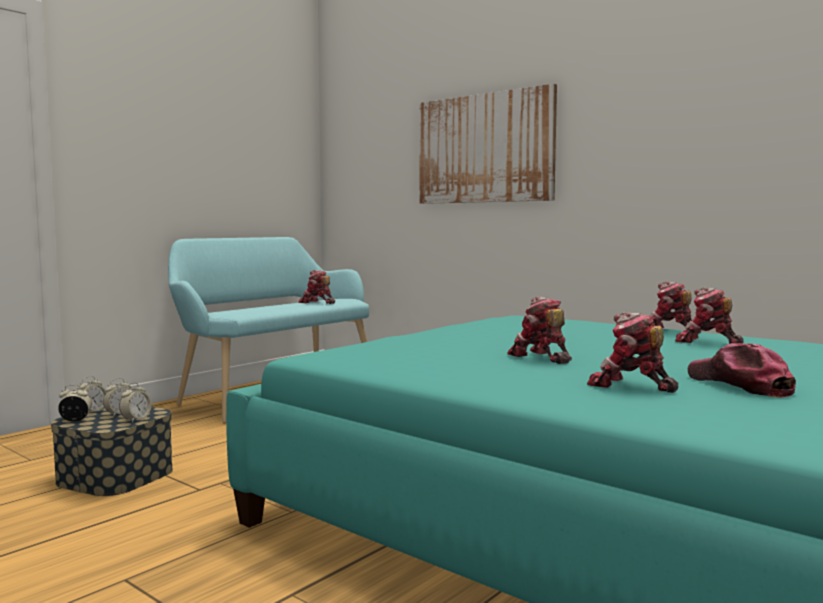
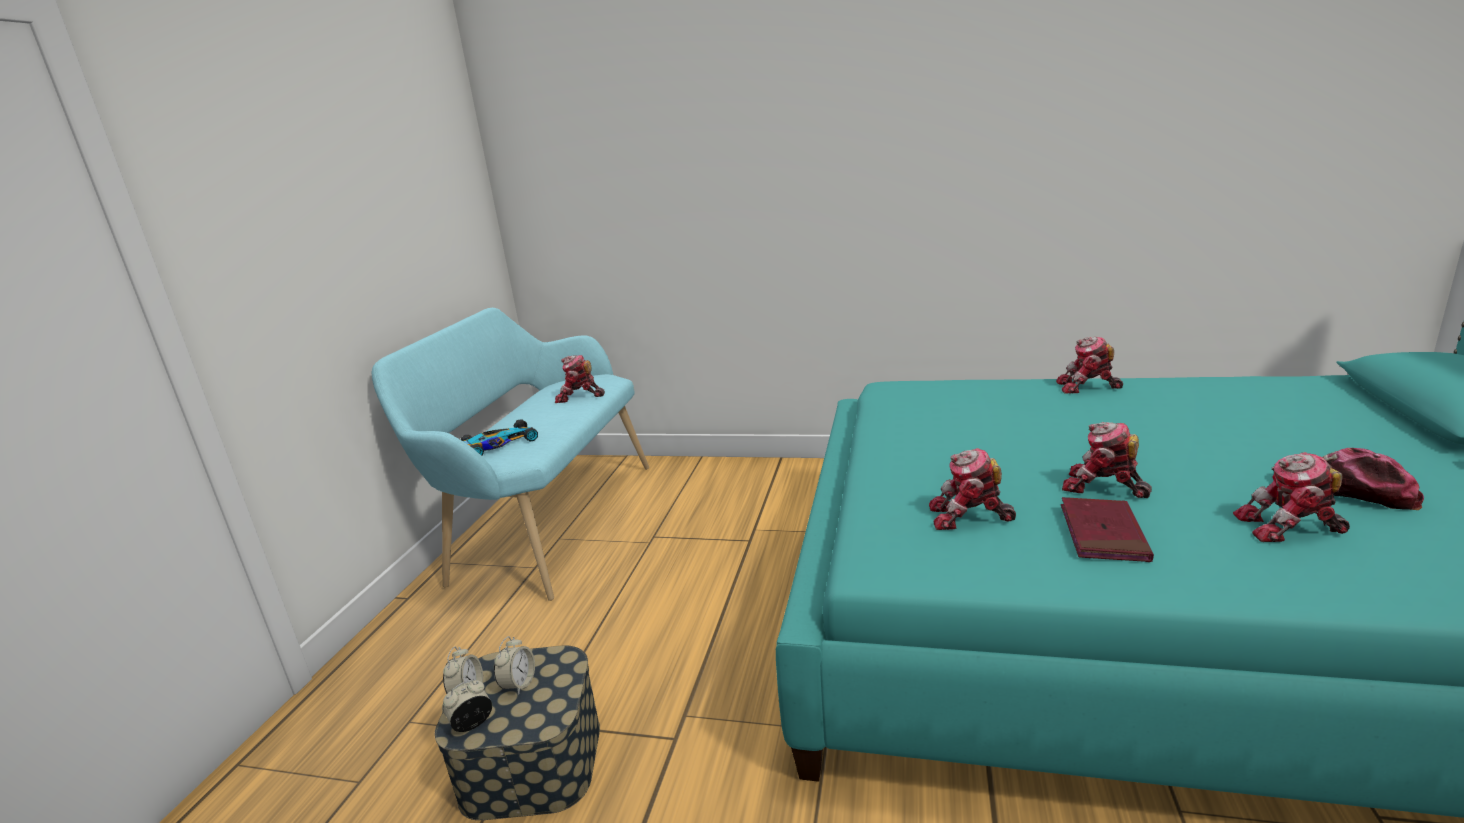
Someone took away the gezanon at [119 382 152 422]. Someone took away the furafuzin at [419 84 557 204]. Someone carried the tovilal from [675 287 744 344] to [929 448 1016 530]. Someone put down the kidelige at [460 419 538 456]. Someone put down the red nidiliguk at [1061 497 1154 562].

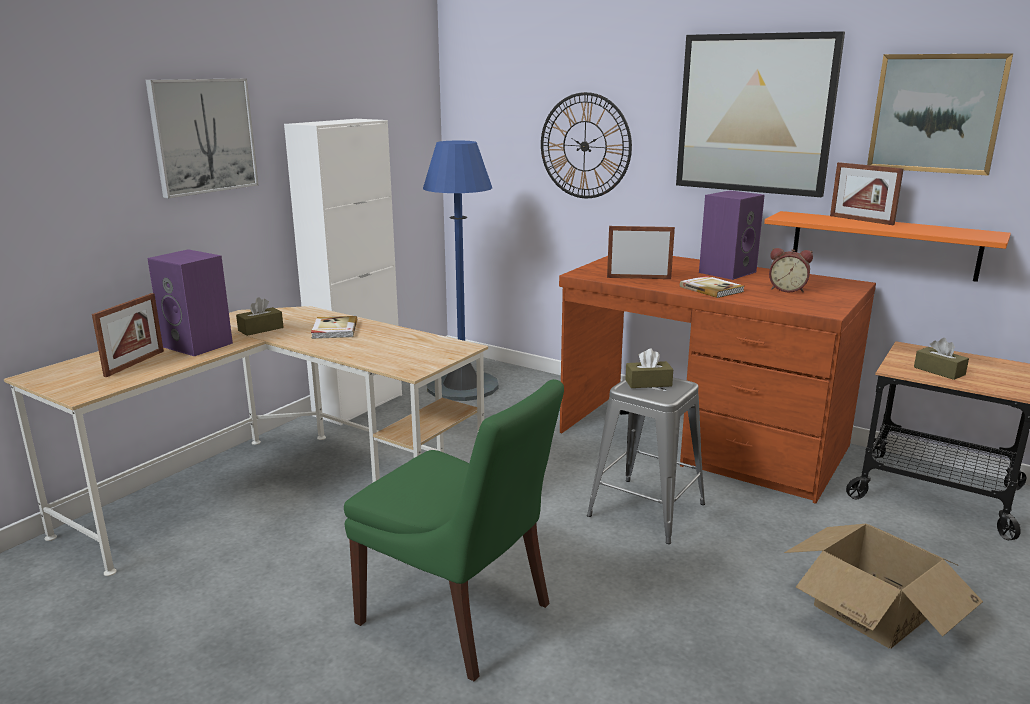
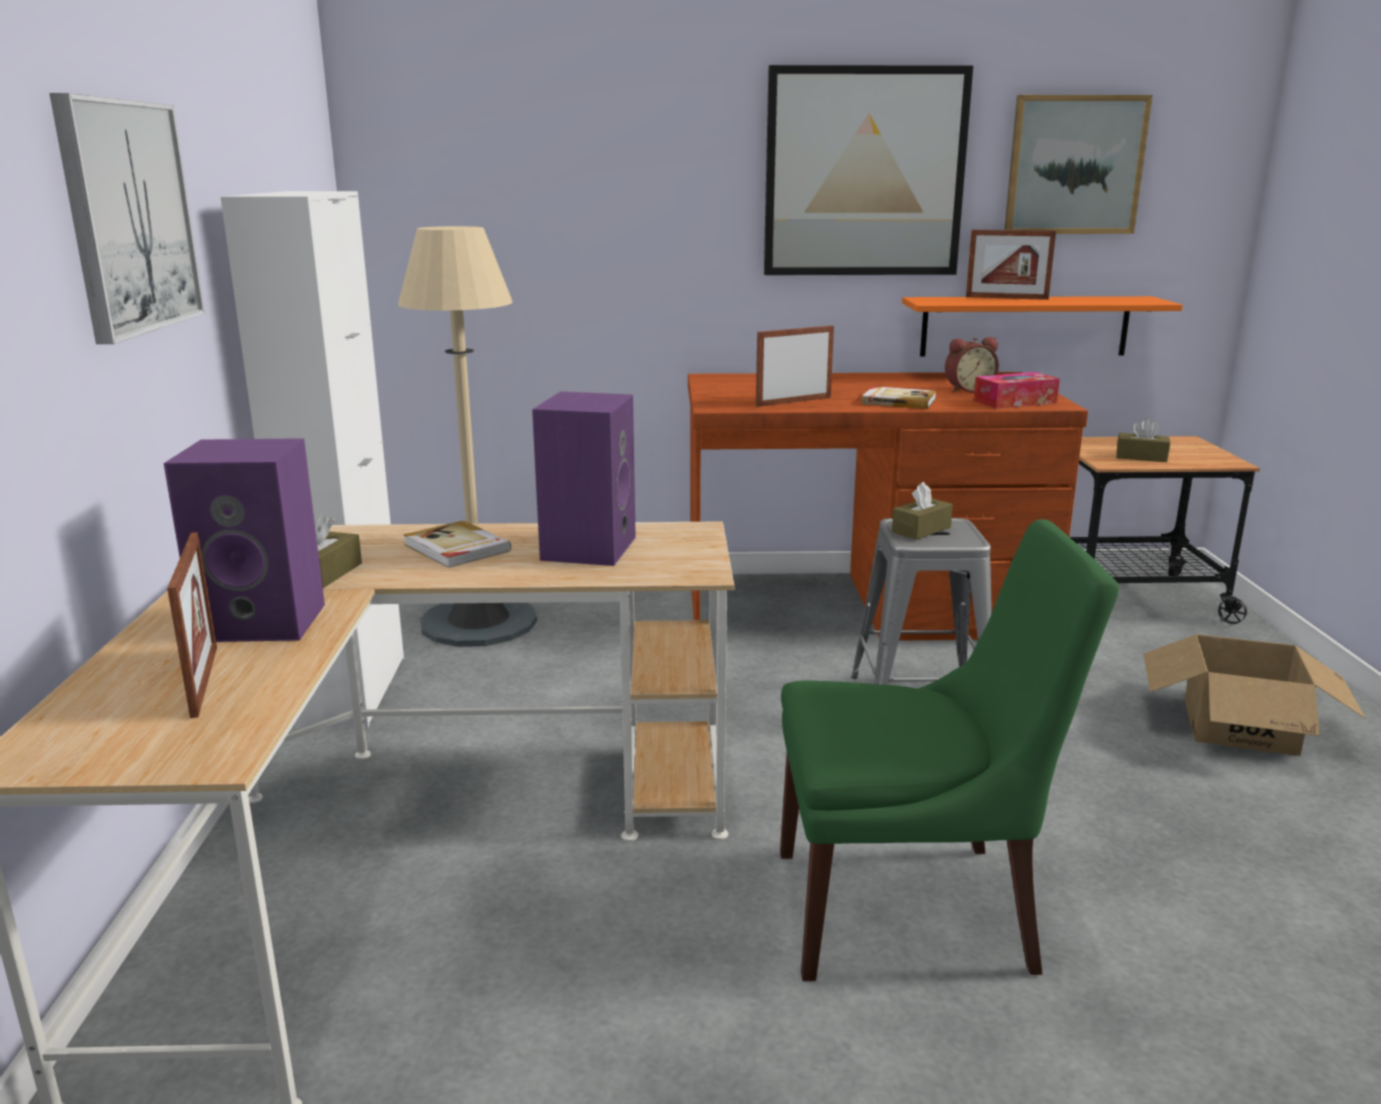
Someone repainted the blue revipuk at [423 141 499 401], which became the beige revipuk at [398 226 537 647]. Someone took away the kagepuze at [541 92 632 198]. Someone carried the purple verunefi from [699 190 765 280] to [532 392 636 566]. Someone put down the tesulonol at [974 372 1060 409].

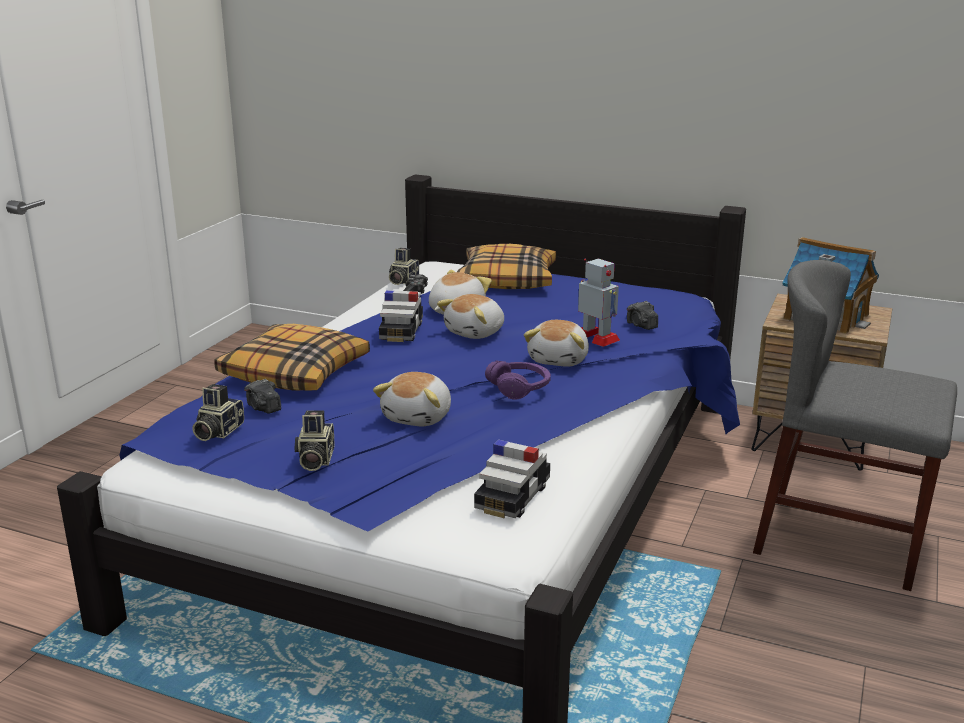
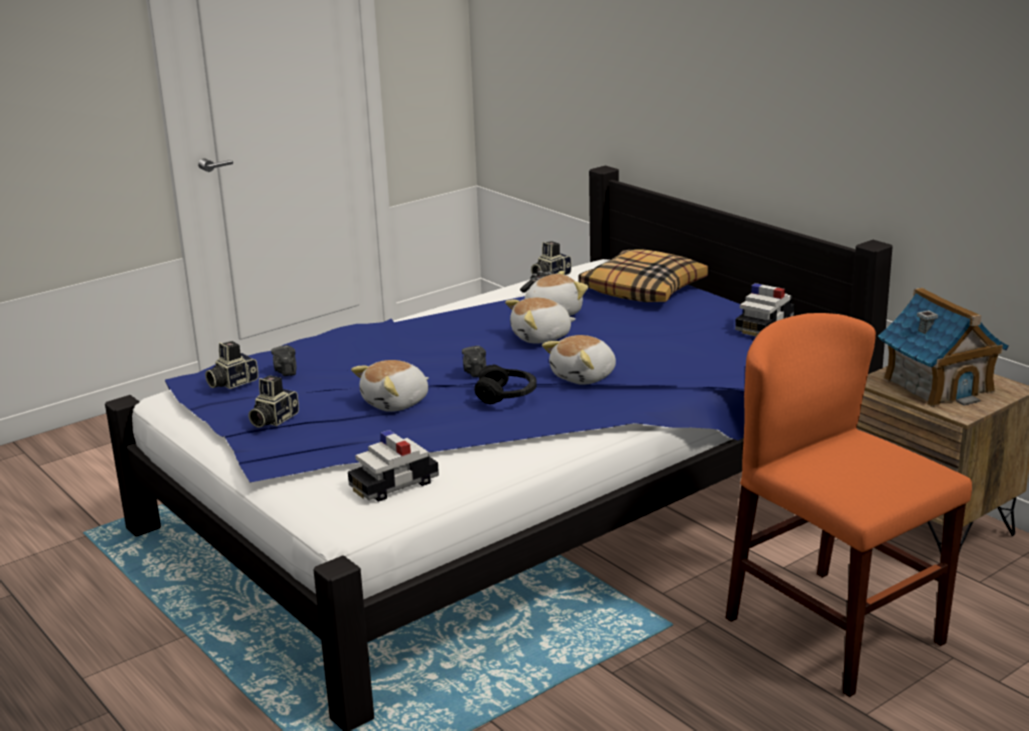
Someone took away the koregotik at [214 324 370 391]. Someone carried the kidelige from [379 290 423 342] to [735 283 794 336]. Someone repainted the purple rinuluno at [485 360 551 400], which became the black rinuluno at [474 364 537 404]. Someone took away the tovilal at [578 258 620 347]. Someone carried the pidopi from [627 301 658 330] to [462 346 486 377]. Someone repainted the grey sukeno at [753 260 957 591], which became the orange sukeno at [726 313 972 697].

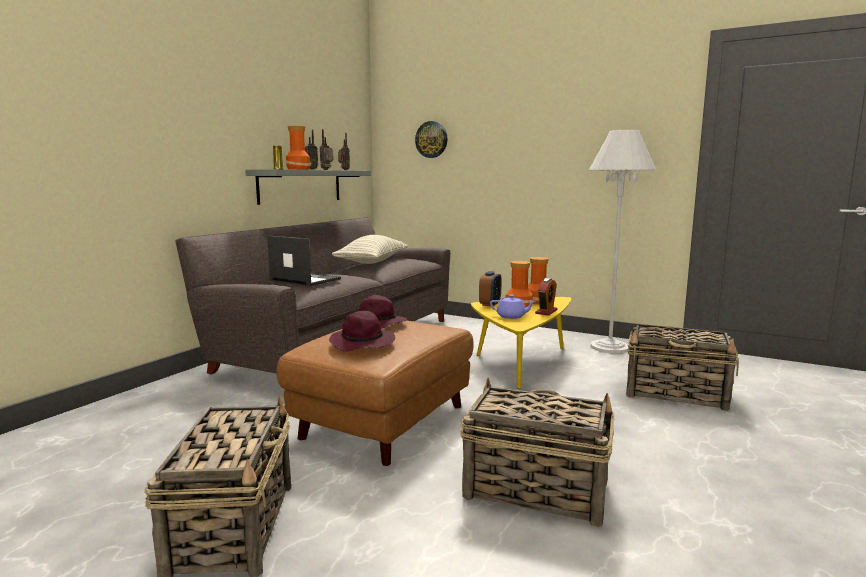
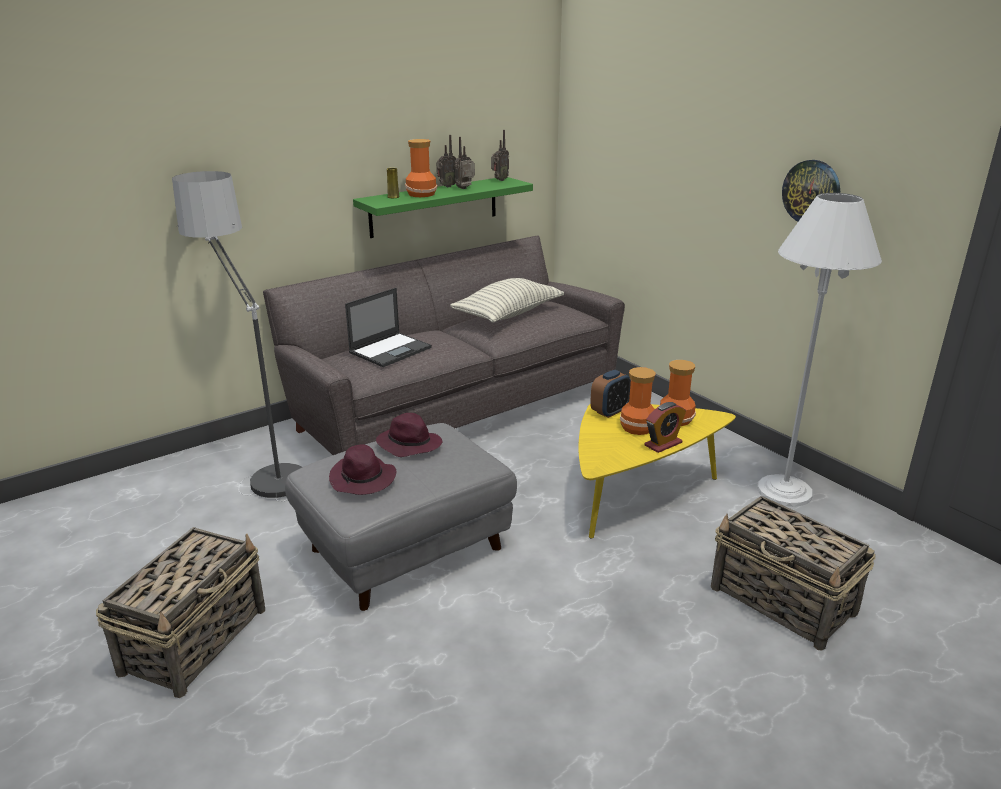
Someone repainted the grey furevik at [245 169 372 205], which became the green furevik at [353 177 533 238]. Someone rotated the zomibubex at [267 235 341 286] by 75 degrees clockwise. Someone repainted the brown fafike at [276 320 474 466], which became the grey fafike at [285 423 517 611]. Someone carried the kagepuze from [415 121 447 158] to [782 160 840 221]. Someone took away the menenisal at [460 377 615 527]. Someone took away the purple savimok at [490 295 536 319]. Someone put down the revipuk at [172 171 302 502].

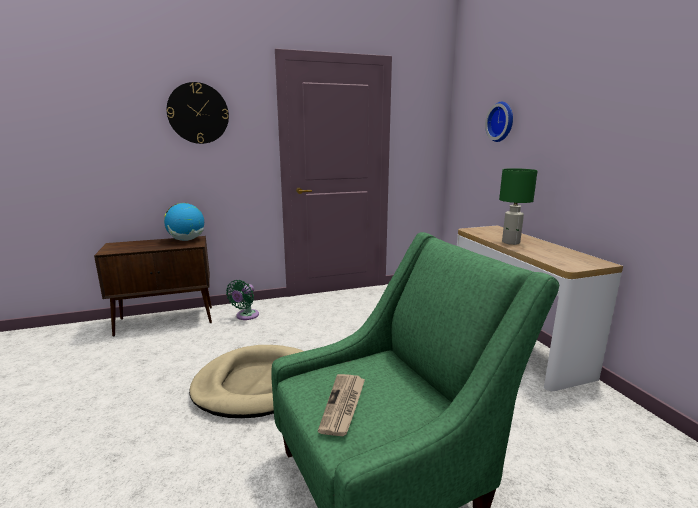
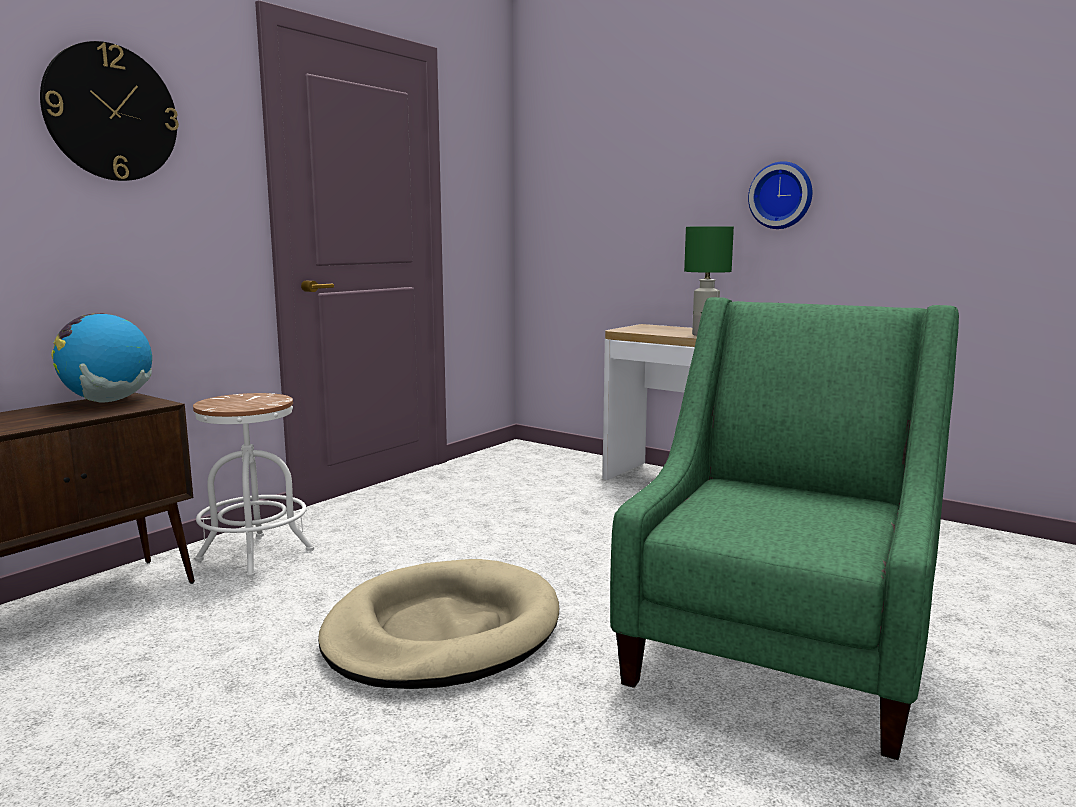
Someone swapped the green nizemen at [226 280 259 320] for the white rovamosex at [193 393 314 578]. Someone took away the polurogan at [318 374 365 436]. Someone carried the kagepuze from [485 102 513 142] to [748 161 812 229].

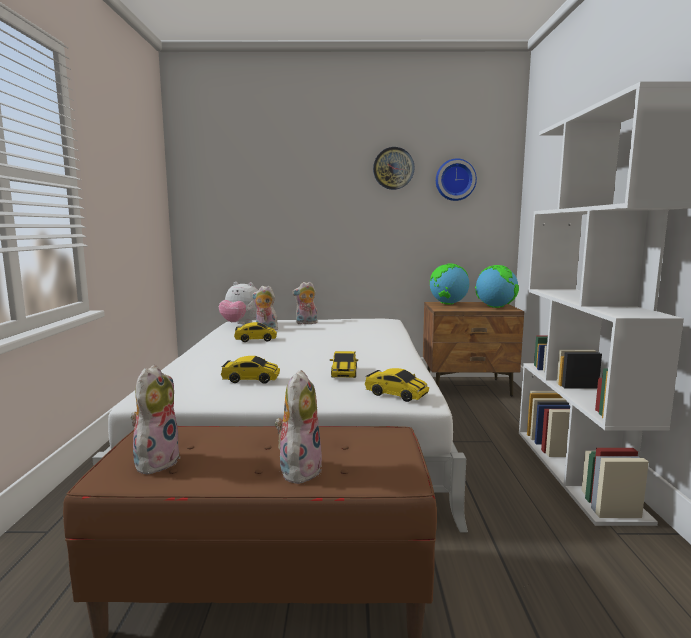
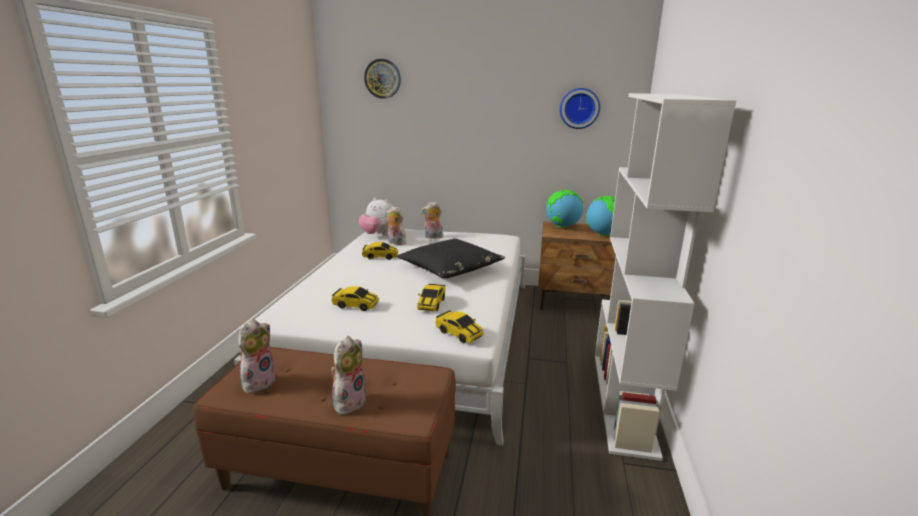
Someone carried the kagepuze from [373 147 415 190] to [364 59 401 99]. Someone put down the black koregotik at [397 239 505 278].

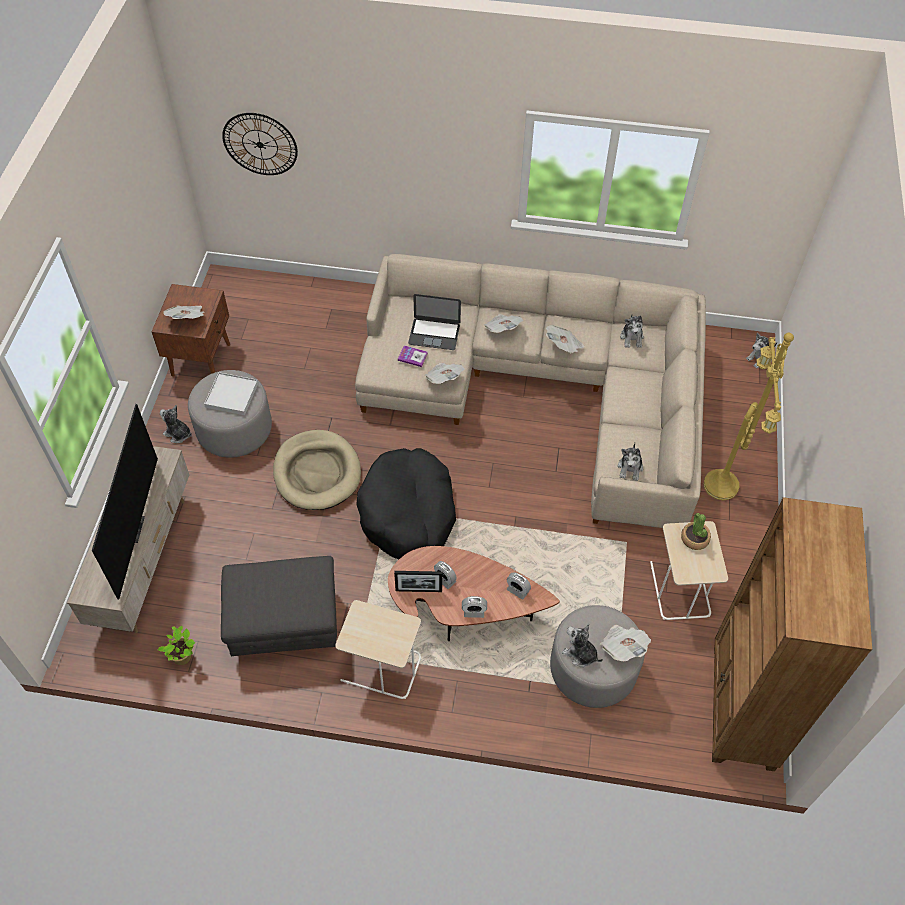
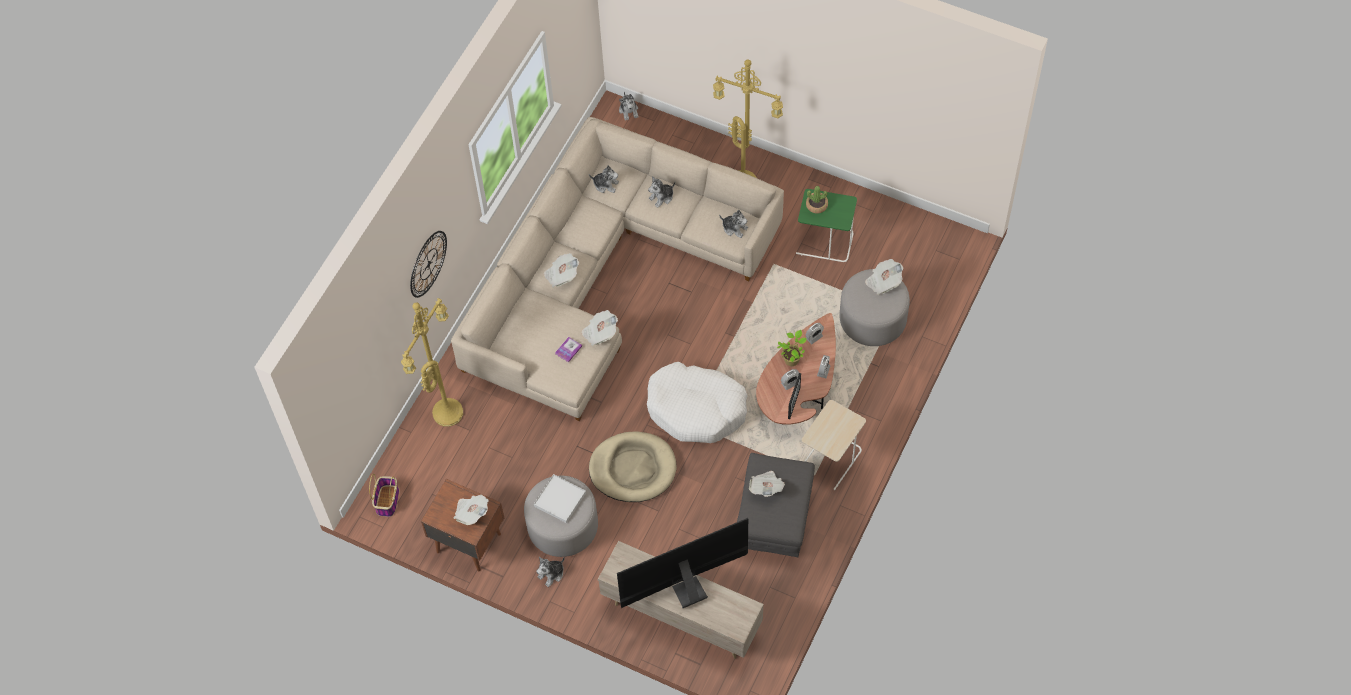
Someone rotated the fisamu at [92 404 158 600] by 45 degrees counterclockwise. Someone carried the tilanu from [158 626 195 665] to [777 330 807 366]. Someone carried the kagepuze from [222 113 298 175] to [410 231 447 298]. Someone repainted the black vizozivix at [356 448 456 559], which became the white vizozivix at [647 362 747 443]. Someone took away the zomibubex at [408 294 461 350]. Someone carried the polurogan from [545 325 585 354] to [749 471 785 497]. Someone carried the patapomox from [562 624 603 667] to [648 176 675 208]. Someone repainted the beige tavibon at [650 521 728 620], which became the green tavibon at [796 189 857 262]. Someone took away the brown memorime at [712 497 872 771]. Someone put down the menenisal at [369 474 399 517]. Someone put down the yellow revipuk at [401 298 463 427].

